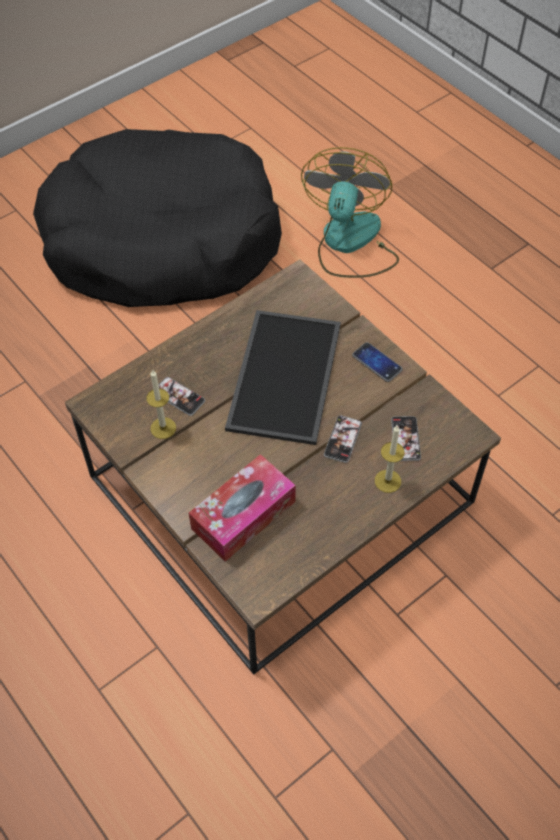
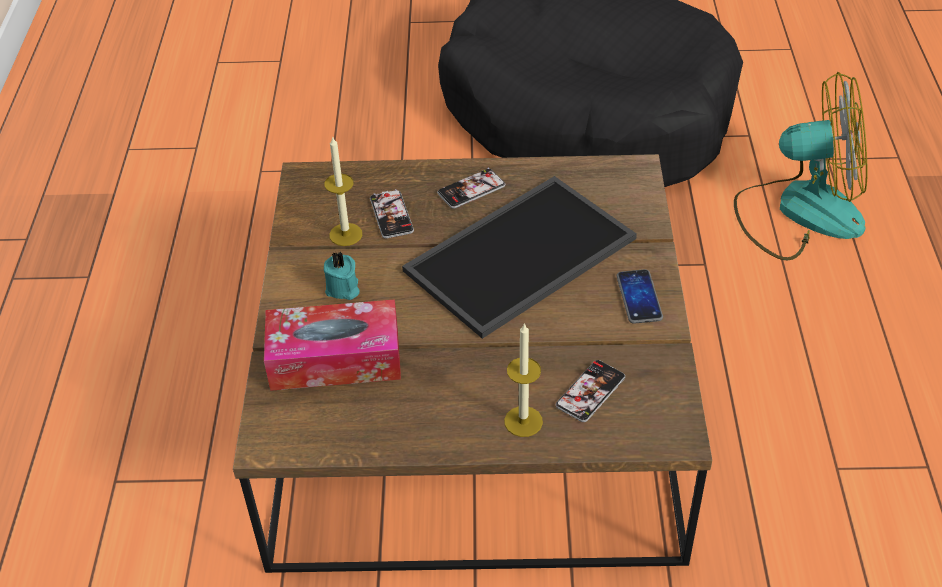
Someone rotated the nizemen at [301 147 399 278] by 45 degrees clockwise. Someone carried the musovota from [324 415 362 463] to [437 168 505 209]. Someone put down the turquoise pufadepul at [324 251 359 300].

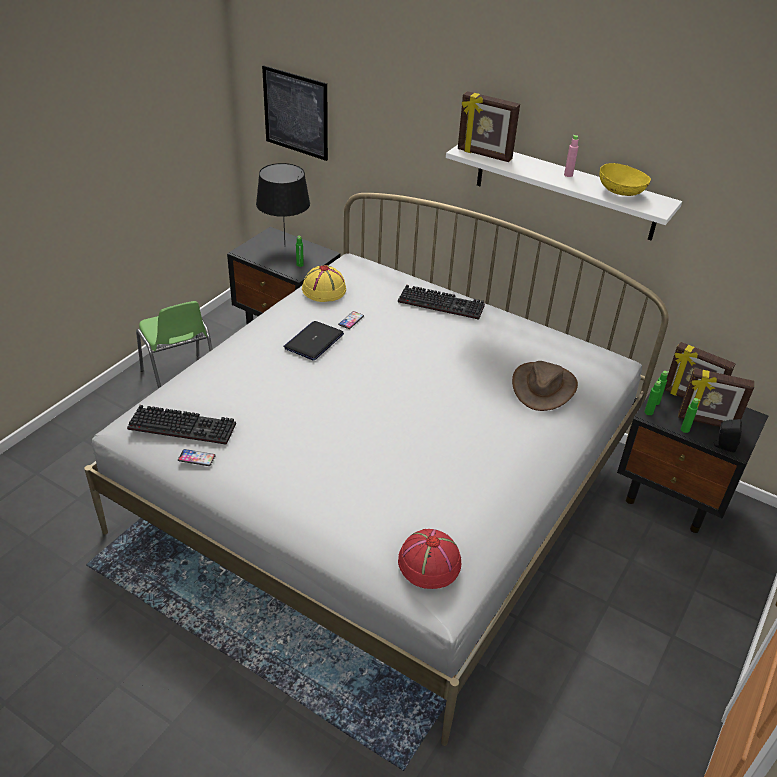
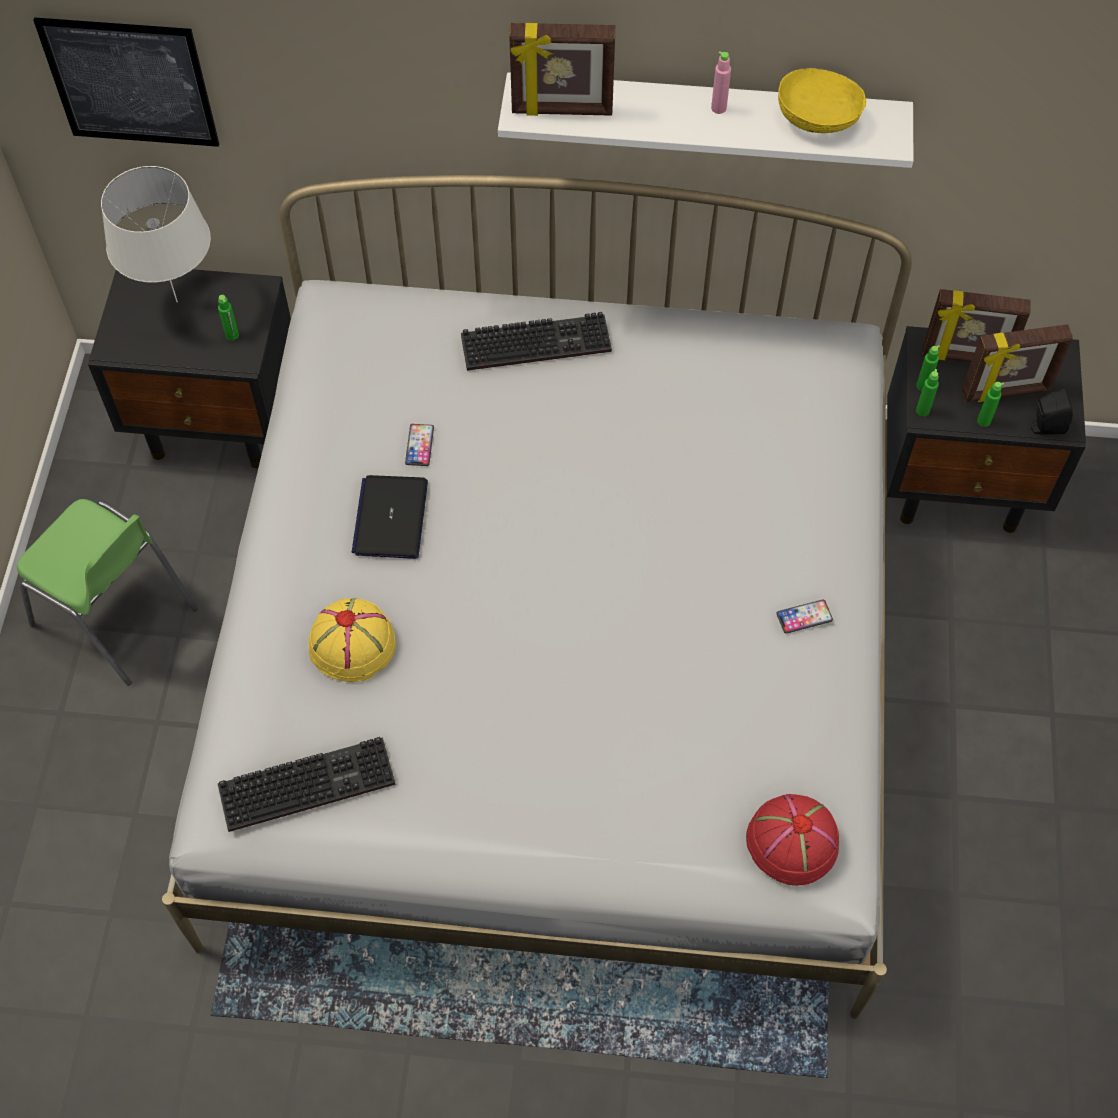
Someone carried the musovota from [178 449 216 466] to [776 599 833 634]. Someone repainted the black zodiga at [256 163 310 243], which became the white zodiga at [101 166 211 302]. Someone carried the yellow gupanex from [302 265 346 302] to [309 598 396 682]. Someone took away the brown gupanex at [512 361 578 411].

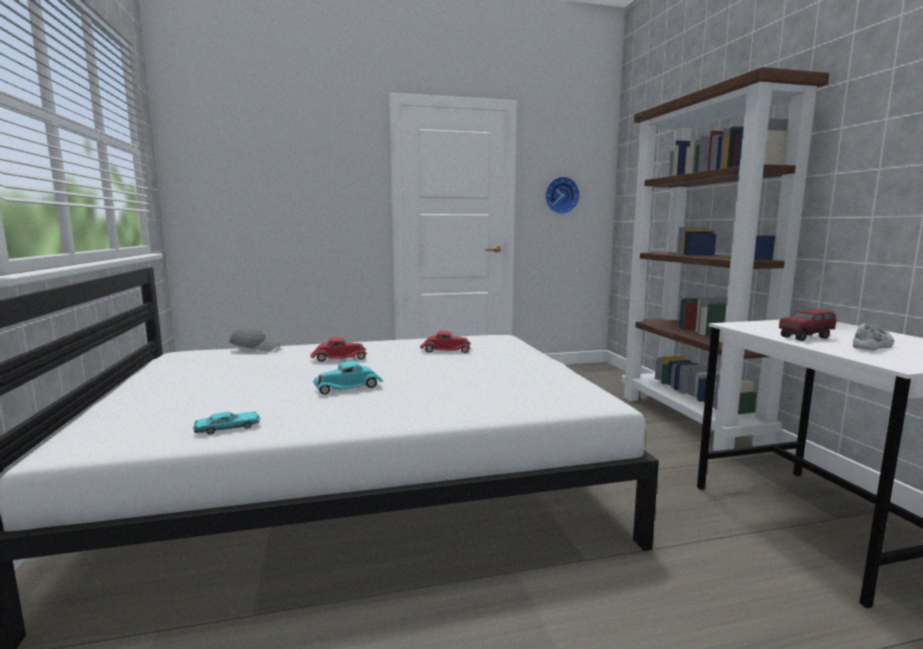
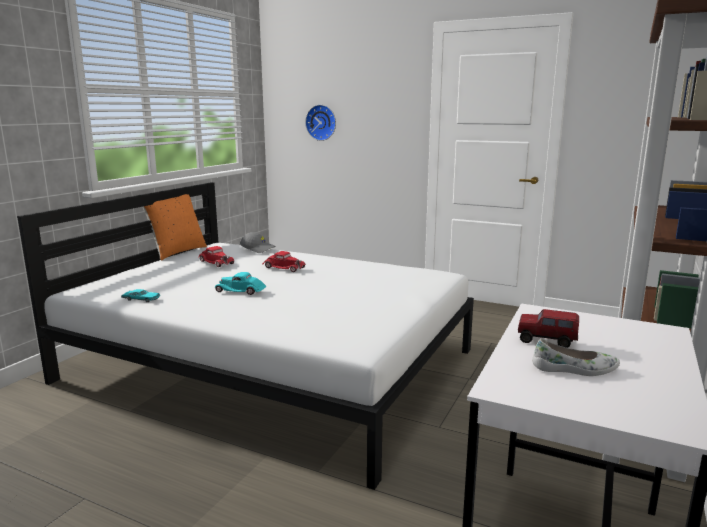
Someone carried the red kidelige from [420 331 471 353] to [198 246 234 267]. Someone carried the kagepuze from [545 176 580 215] to [305 105 336 141]. Someone put down the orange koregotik at [143 194 207 260].

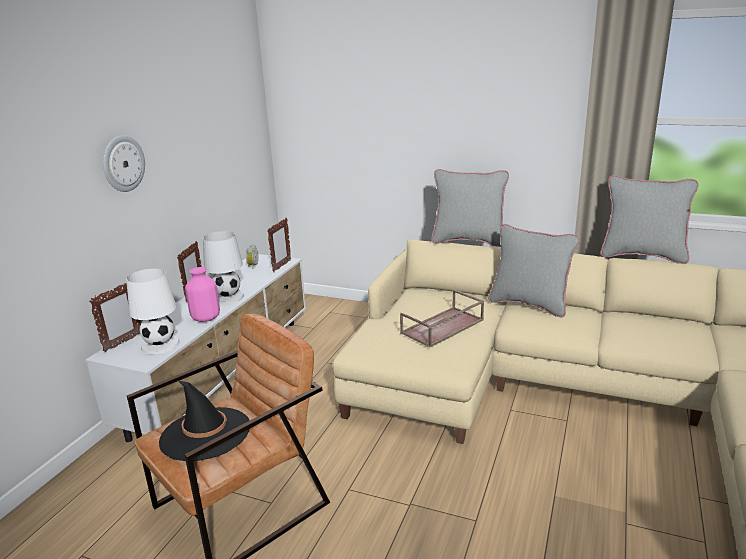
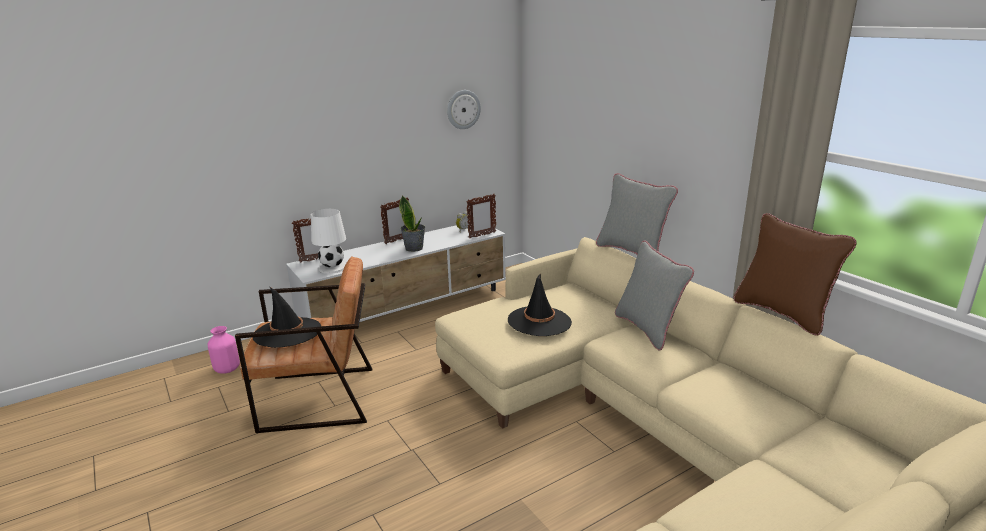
Someone carried the kagepuze from [103 135 145 192] to [447 90 481 129]. Someone carried the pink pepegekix from [185 267 220 322] to [208 326 240 374]. Someone swapped the white zodiga at [203 231 244 304] for the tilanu at [399 195 425 252]. Someone swapped the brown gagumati at [400 290 484 348] for the black gupanex at [508 273 572 336]. Someone repainted the grey koregotik at [601 175 698 264], which became the brown koregotik at [733 213 857 336].

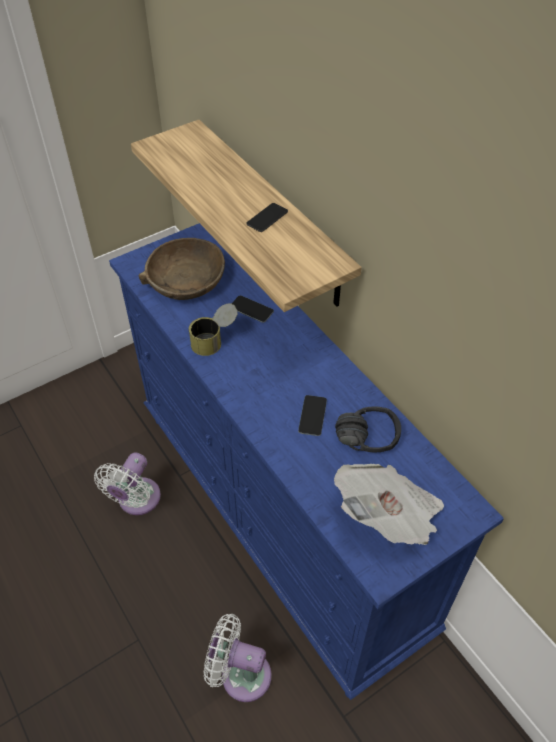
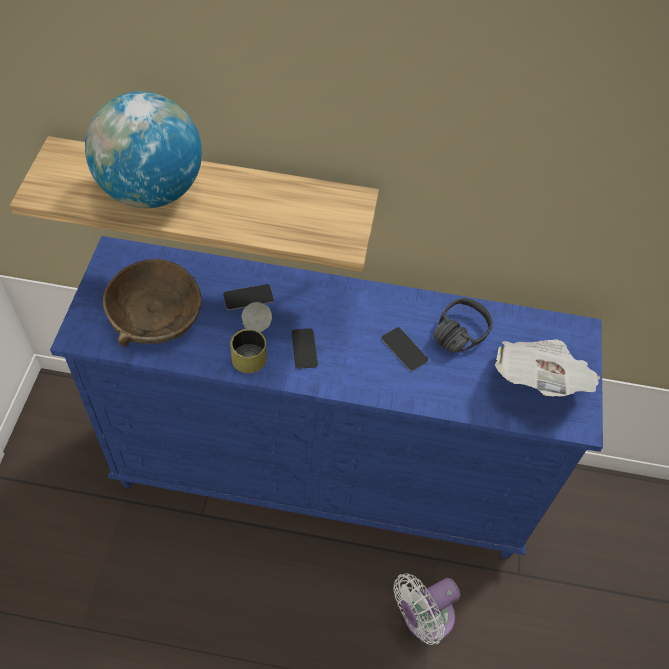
Someone took away the white nizemen at [94 452 161 515]. Someone carried the musovota from [246 203 288 232] to [291 328 318 369]. Someone put down the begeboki at [85 91 202 208].

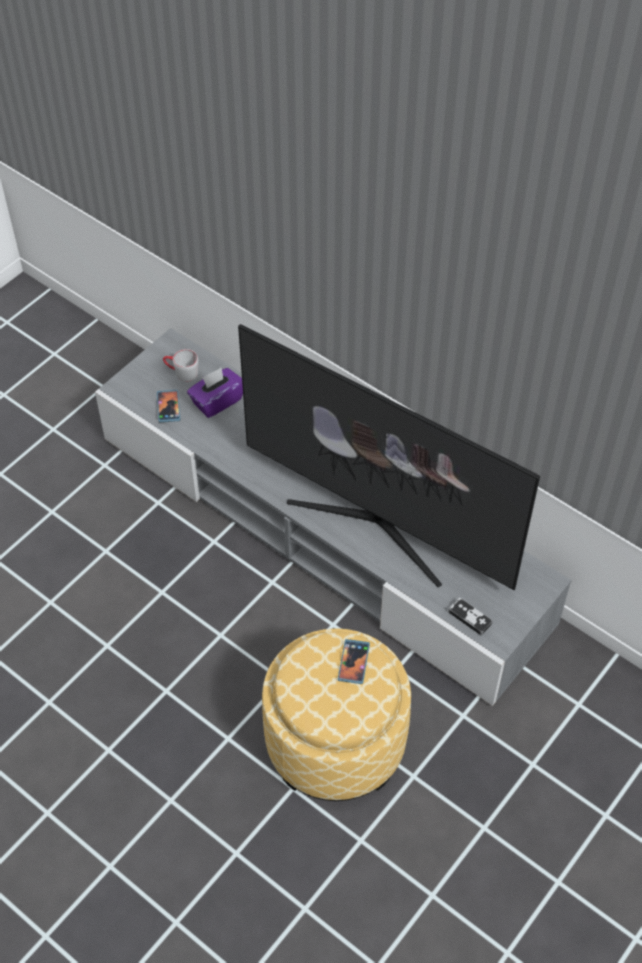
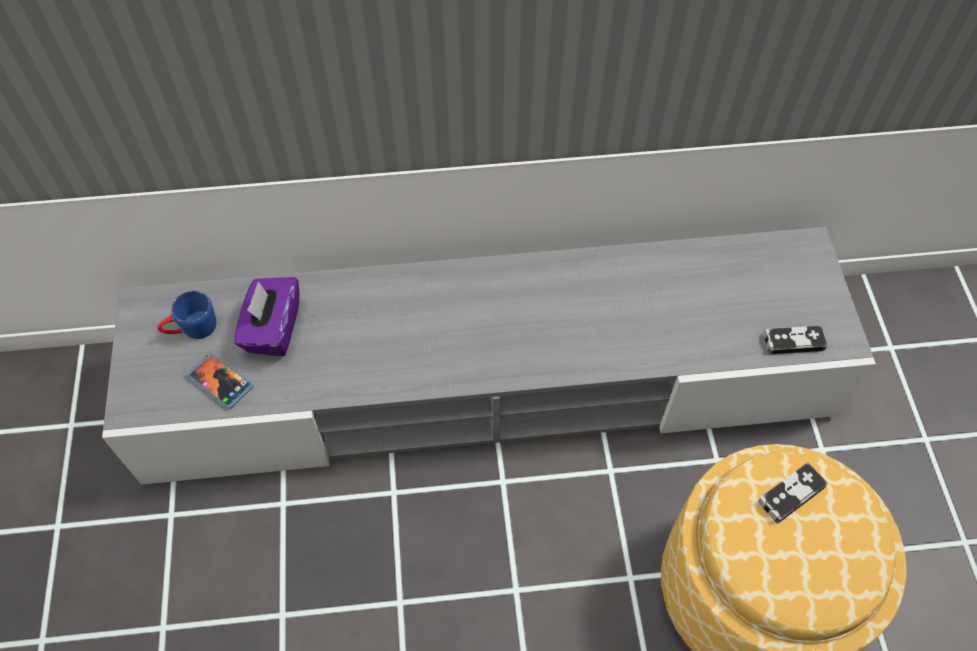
Someone repainted the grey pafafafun at [163 349 199 382], which became the blue pafafafun at [157 291 216 339]. Someone took away the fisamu at [238 324 540 590]. Someone swapped the musovota at [338 639 370 684] for the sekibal at [758 462 828 524].

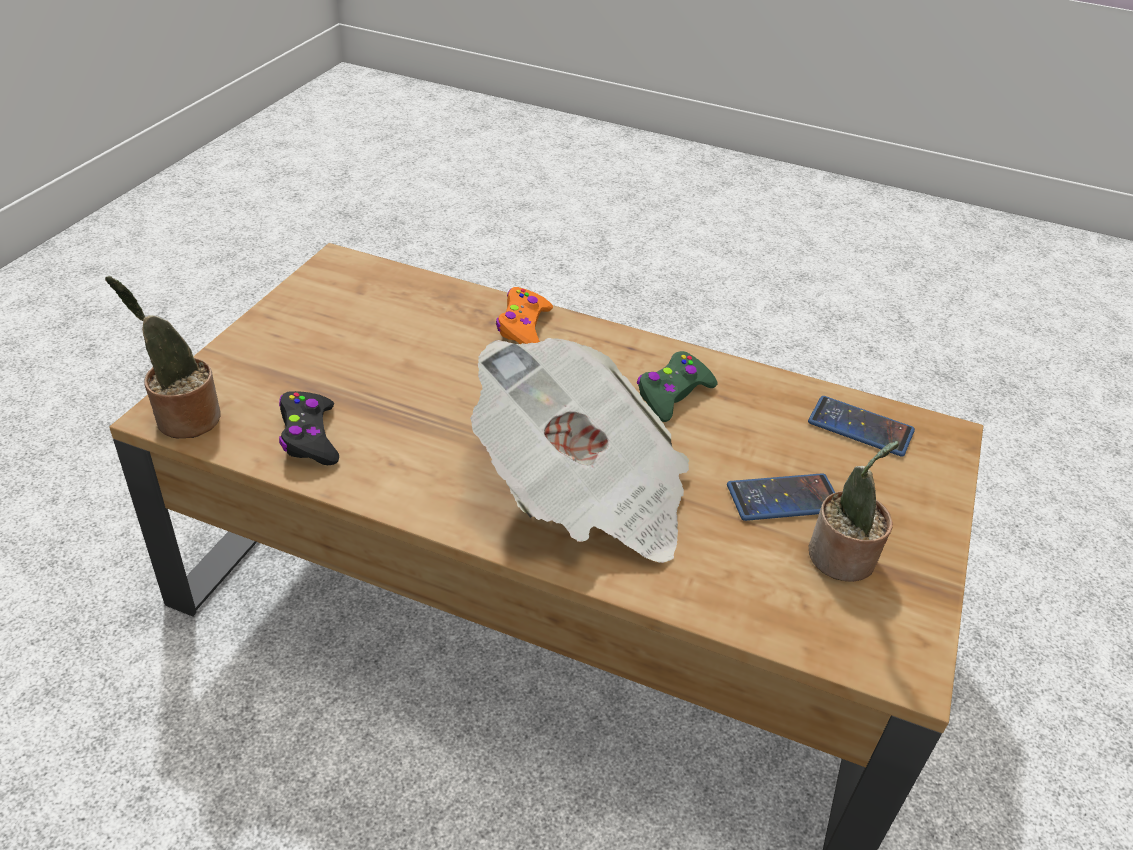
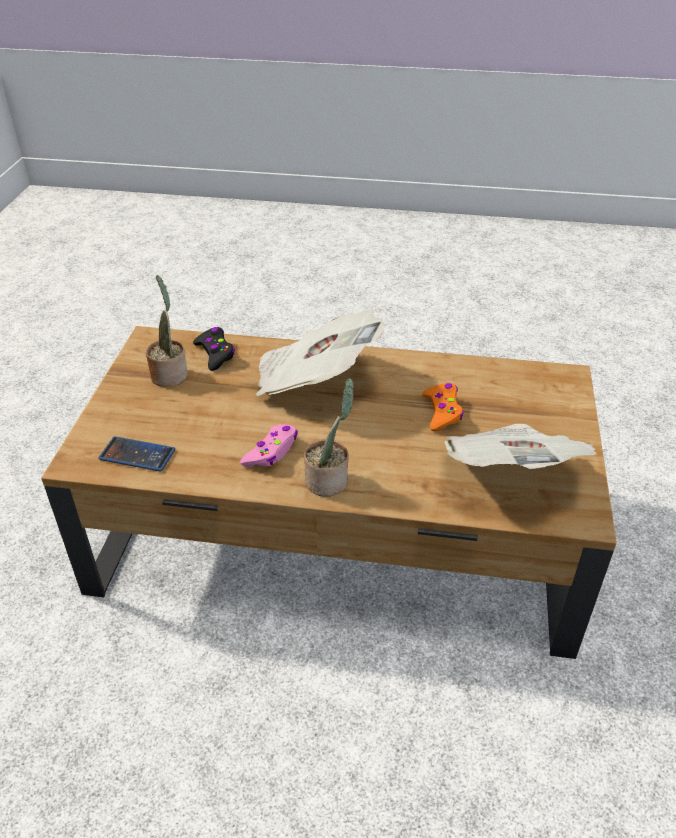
Someone carried the tilanu from [105 276 221 438] to [304 378 354 497]. Someone carried the black sekibal from [279 391 339 465] to [193 327 235 371]. Someone carried the orange sekibal from [496 287 553 344] to [422 383 463 431]. Someone repainted the green sekibal at [637 351 718 422], which became the pink sekibal at [240 424 298 467]. Someone took away the musovota at [727 473 835 521]. Someone put down the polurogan at [444 424 597 469].

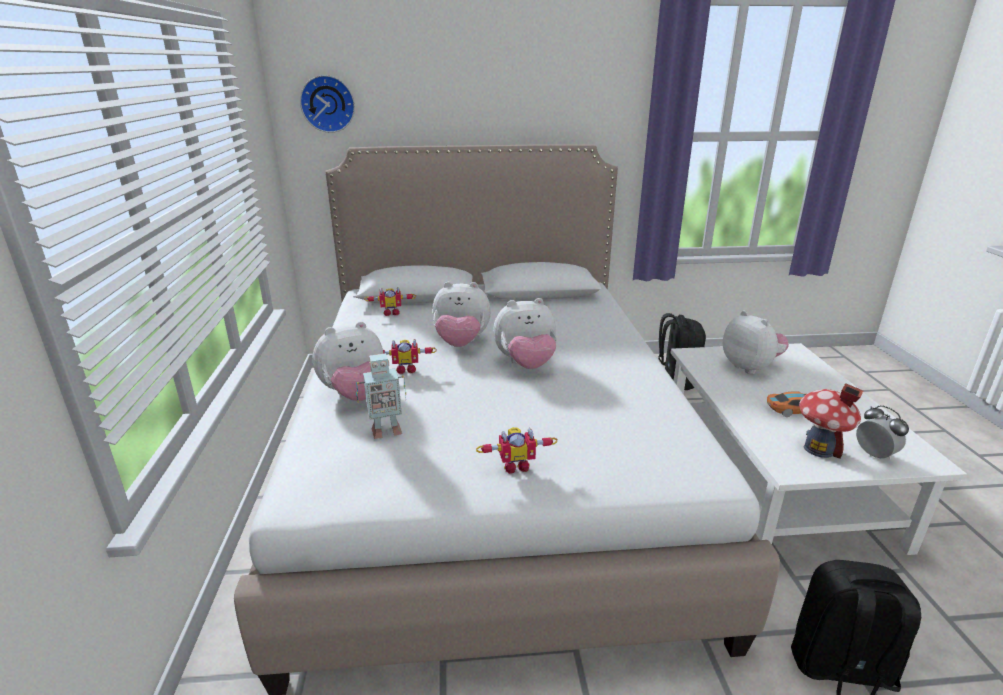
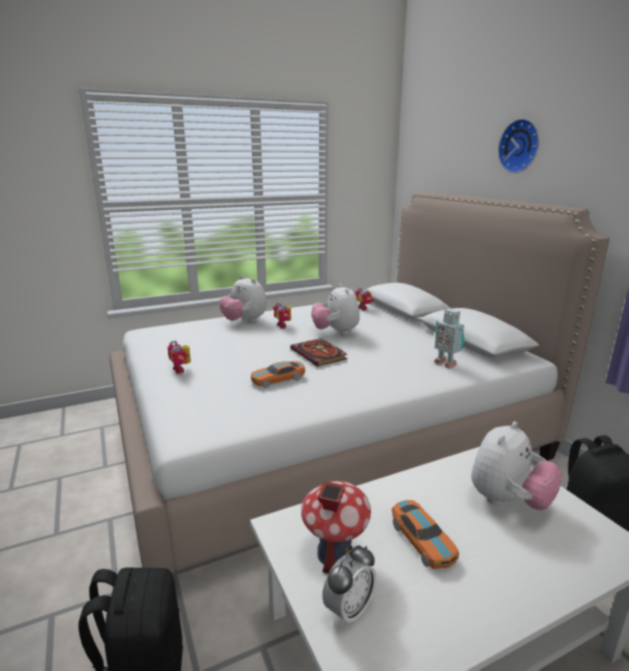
Someone carried the kagepuze from [300 75 355 133] to [498 118 539 173]. Someone carried the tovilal from [356 353 406 439] to [434 309 464 369]. Someone swapped the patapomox at [493 298 557 369] for the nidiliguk at [290 338 348 366]. Someone put down the kidelige at [251 361 305 388].

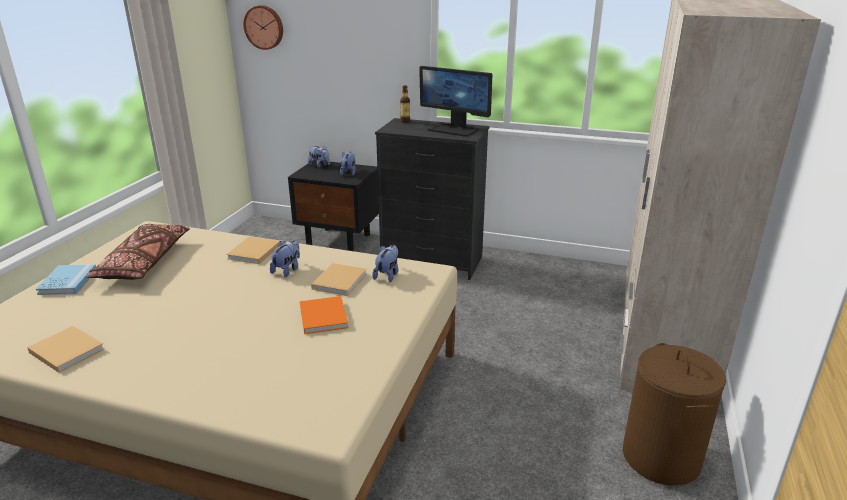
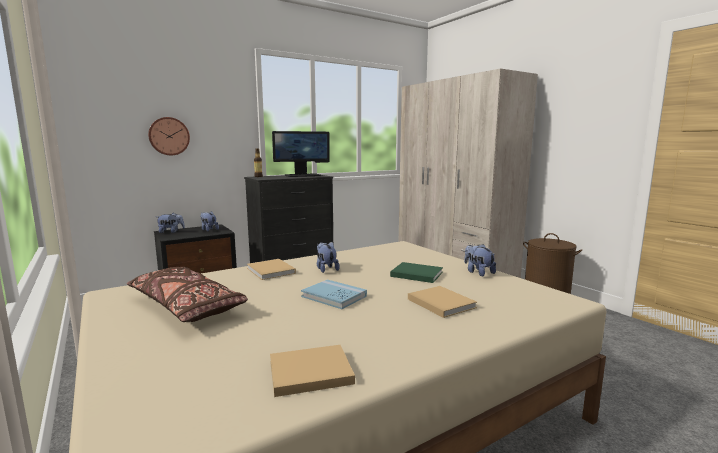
Someone carried the blue nidiliguk from [36 264 96 295] to [301 280 367 309]. Someone carried the kagepuze from [243 5 283 50] to [148 117 190 155]. Someone repainted the orange nidiliguk at [300 296 349 334], which became the green nidiliguk at [390 262 443 283]. Someone carried the beige nidiliguk from [311 263 367 296] to [408 286 477 318]. Someone carried the patapomox from [372 245 398 282] to [464 244 496 276].

